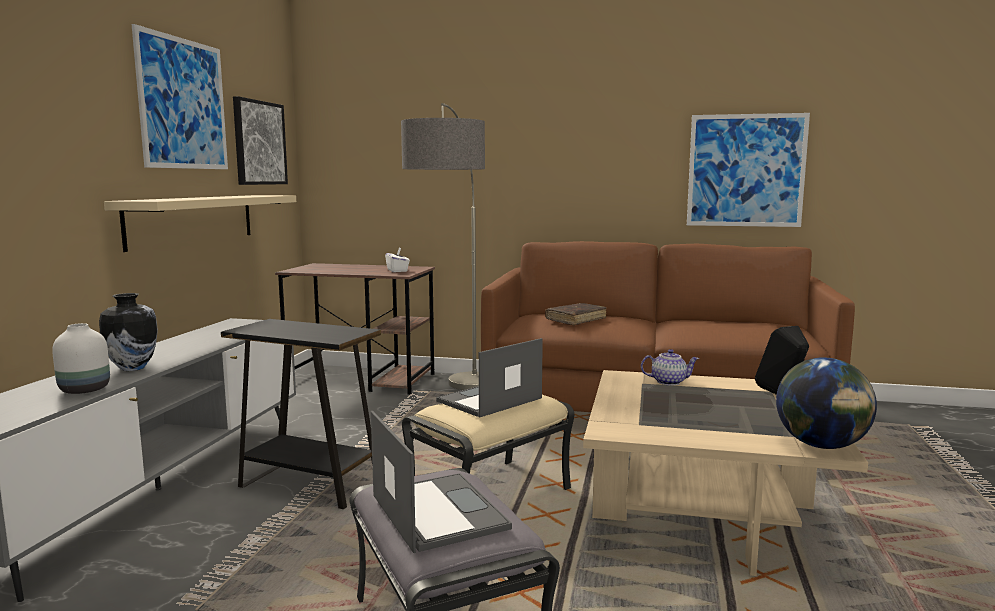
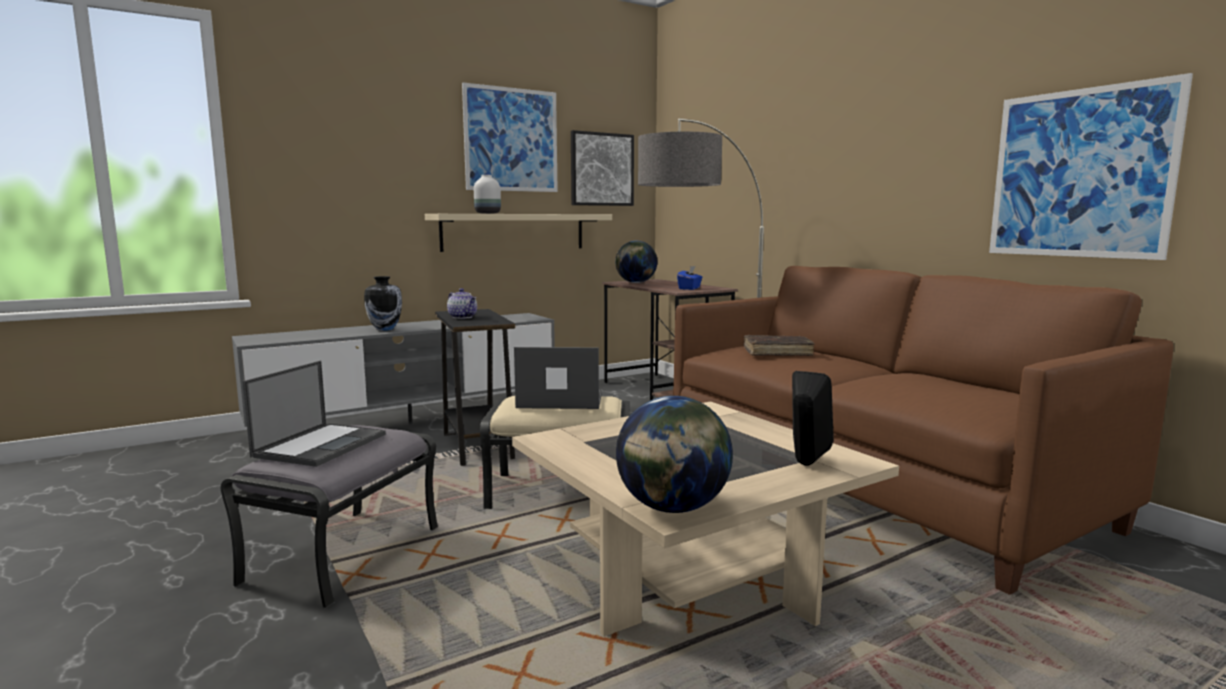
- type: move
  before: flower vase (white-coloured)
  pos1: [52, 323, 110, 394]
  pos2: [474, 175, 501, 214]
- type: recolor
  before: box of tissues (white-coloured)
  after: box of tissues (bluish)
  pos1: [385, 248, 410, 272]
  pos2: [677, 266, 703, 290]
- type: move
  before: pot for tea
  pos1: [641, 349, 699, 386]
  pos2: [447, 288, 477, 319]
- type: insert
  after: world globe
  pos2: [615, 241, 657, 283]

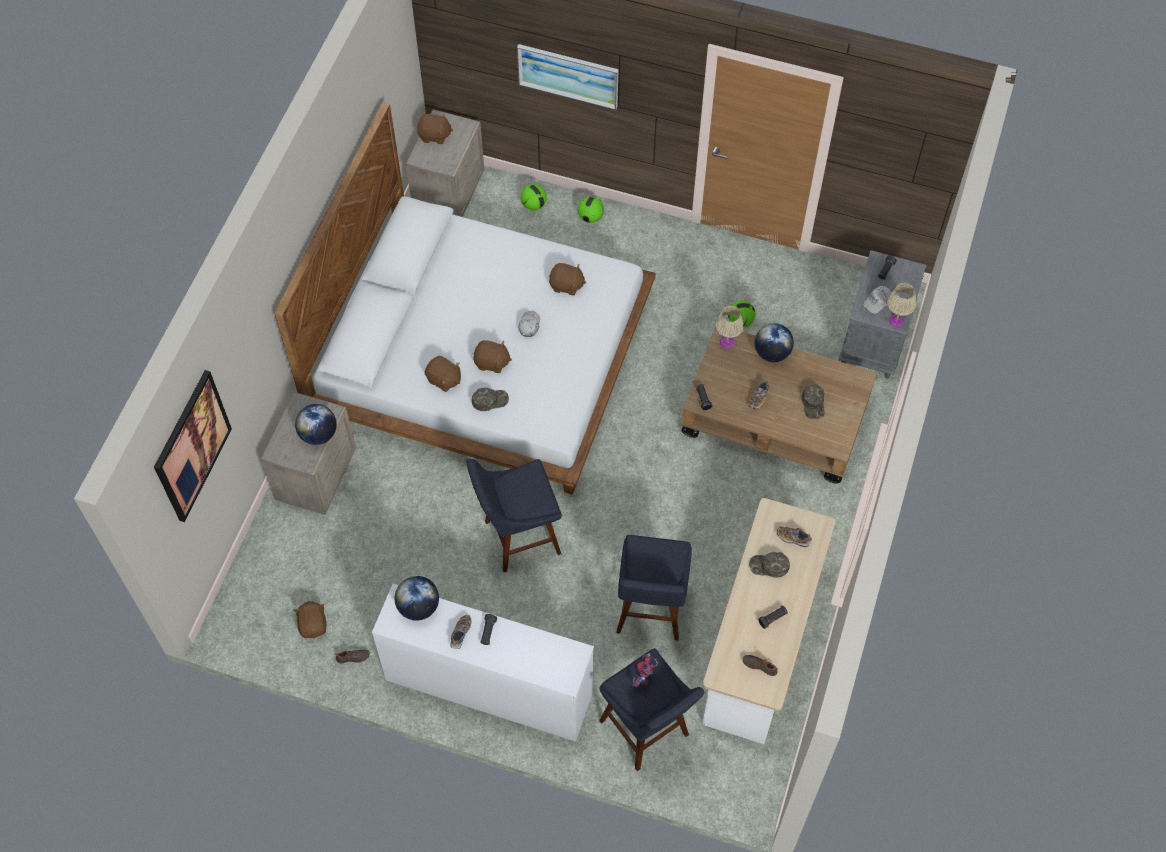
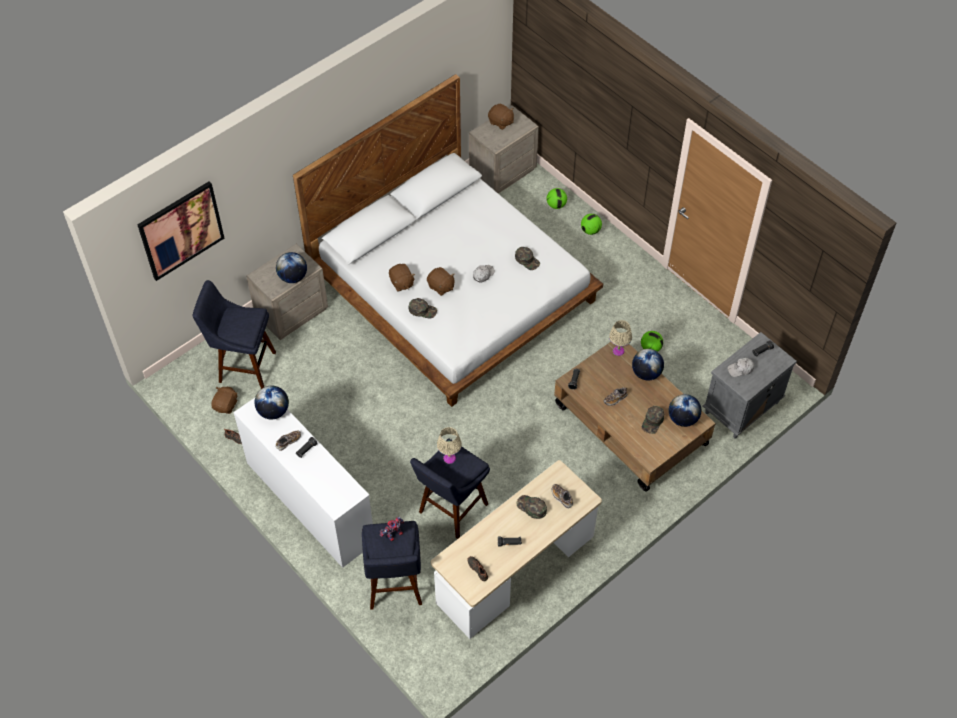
- type: move
  before: sitting stool (bluish)
  pos1: [466, 458, 562, 572]
  pos2: [193, 280, 276, 389]
- type: delete
  before: picture
  pos1: [517, 44, 618, 110]
- type: replace
  before: plush toy (brown-coloured)
  after: baseball cap (green-coloured)
  pos1: [549, 263, 586, 296]
  pos2: [515, 247, 540, 270]
- type: move
  before: lamp for a table (sand-coloured)
  pos1: [887, 283, 916, 327]
  pos2: [437, 427, 462, 464]
- type: insert
  after: world globe
  pos2: [669, 394, 701, 427]

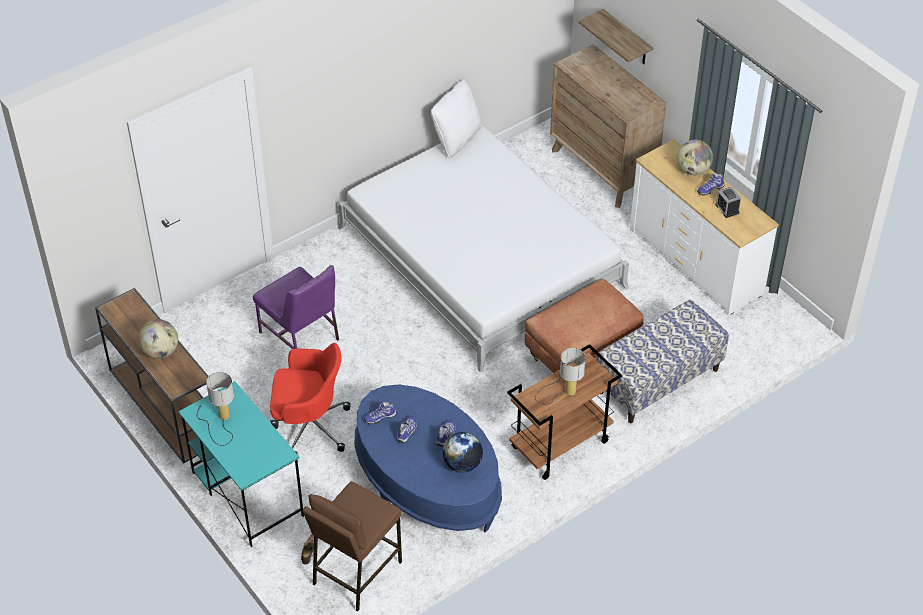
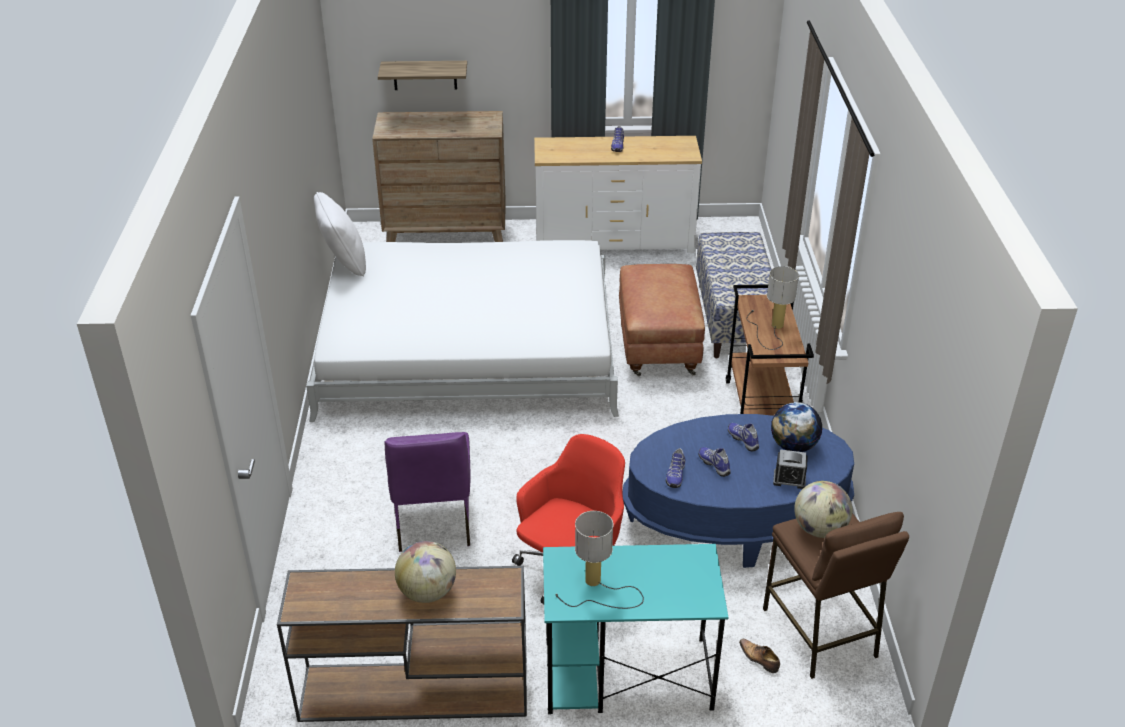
- type: rotate
  before: chair (purple)
  pos1: [253, 265, 339, 349]
  pos2: [385, 432, 471, 552]
  turn: 90
- type: move
  before: world globe
  pos1: [677, 140, 713, 175]
  pos2: [794, 481, 852, 538]
- type: move
  before: table clock
  pos1: [715, 187, 741, 218]
  pos2: [773, 450, 808, 489]

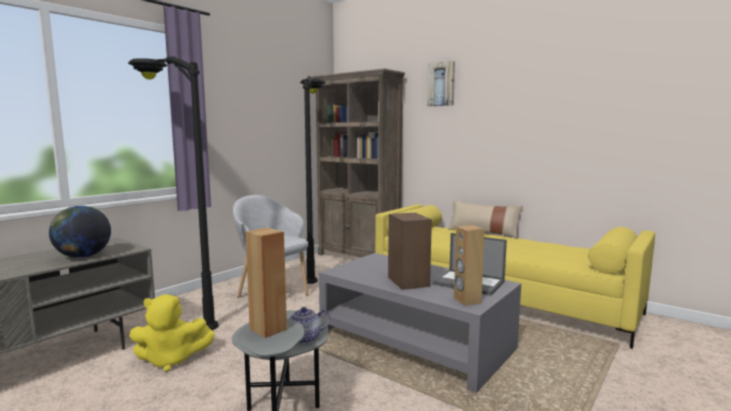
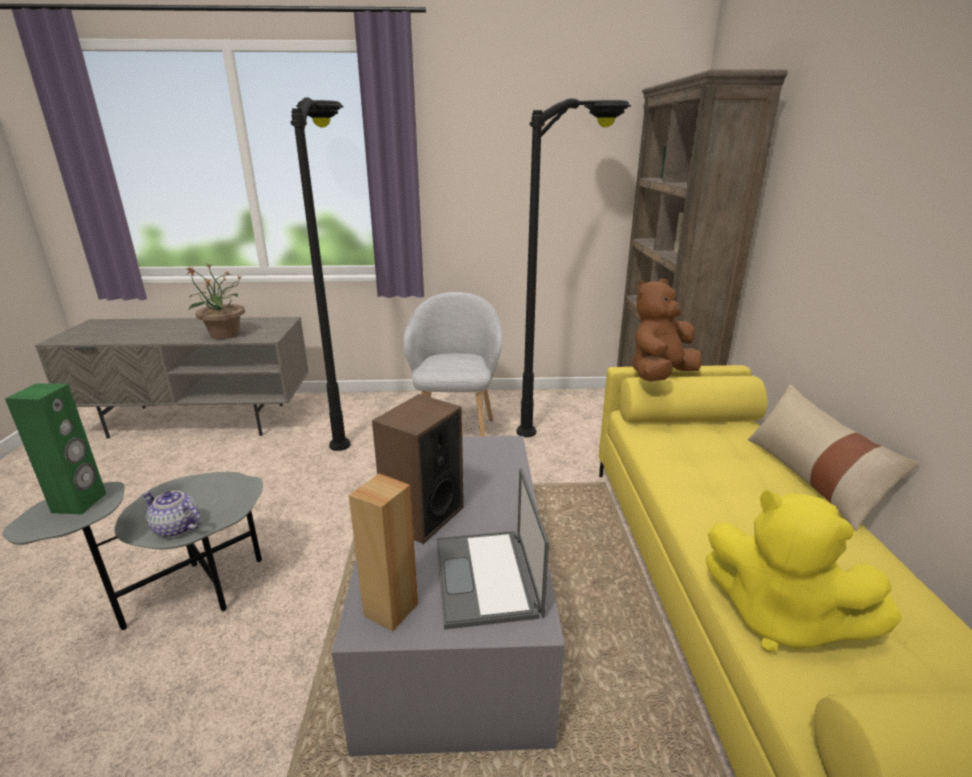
- type: replace
  before: world globe
  after: houseplant
  pos1: [49, 206, 111, 258]
  pos2: [186, 265, 245, 339]
- type: move
  before: plush toy (yellowish)
  pos1: [129, 294, 215, 372]
  pos2: [706, 490, 902, 652]
- type: recolor
  before: speaker (brown-coloured)
  after: speaker (green-coloured)
  pos1: [246, 227, 287, 338]
  pos2: [5, 384, 106, 514]
- type: delete
  before: picture
  pos1: [427, 61, 455, 106]
- type: insert
  after: plush toy (brown-coloured)
  pos2: [632, 278, 701, 382]

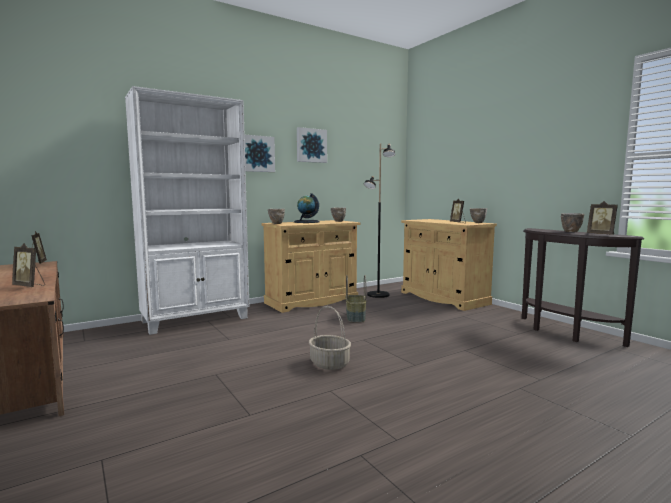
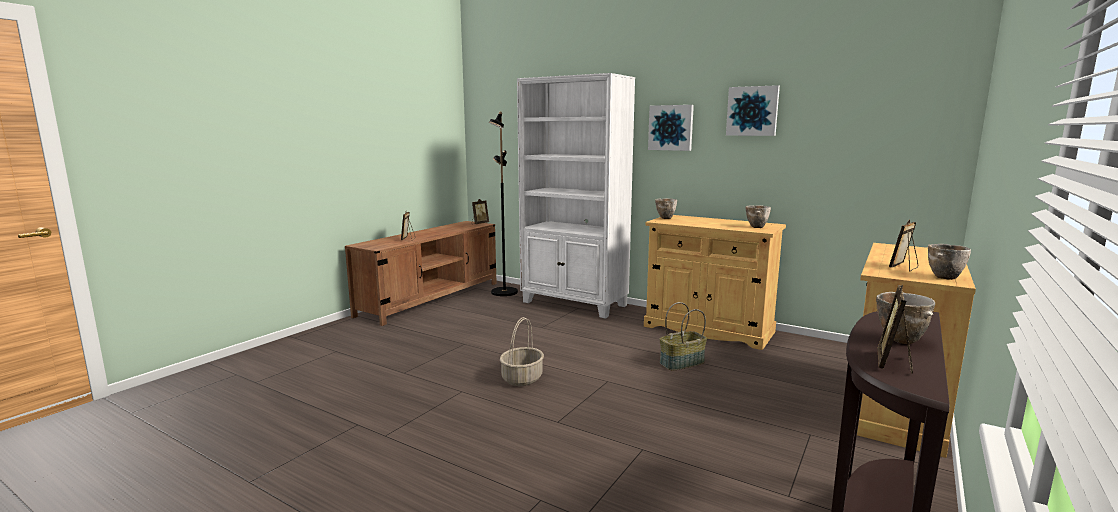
- type: delete
  before: world globe
  pos1: [294, 193, 320, 223]
- type: move
  before: floor lamp (black)
  pos1: [364, 143, 395, 298]
  pos2: [489, 112, 518, 296]

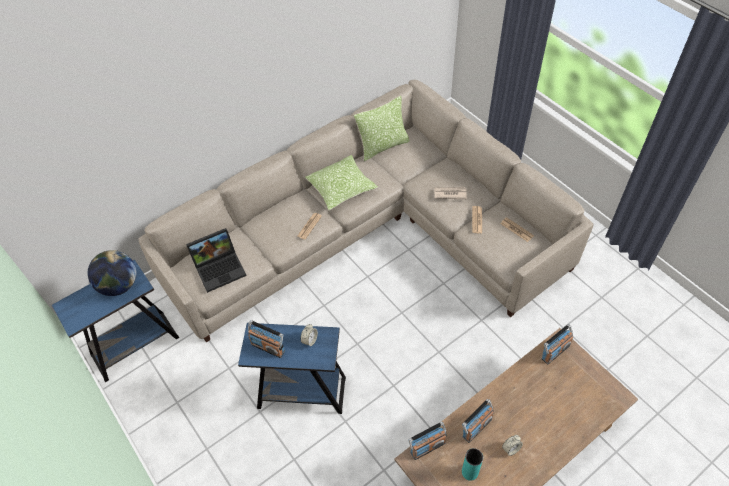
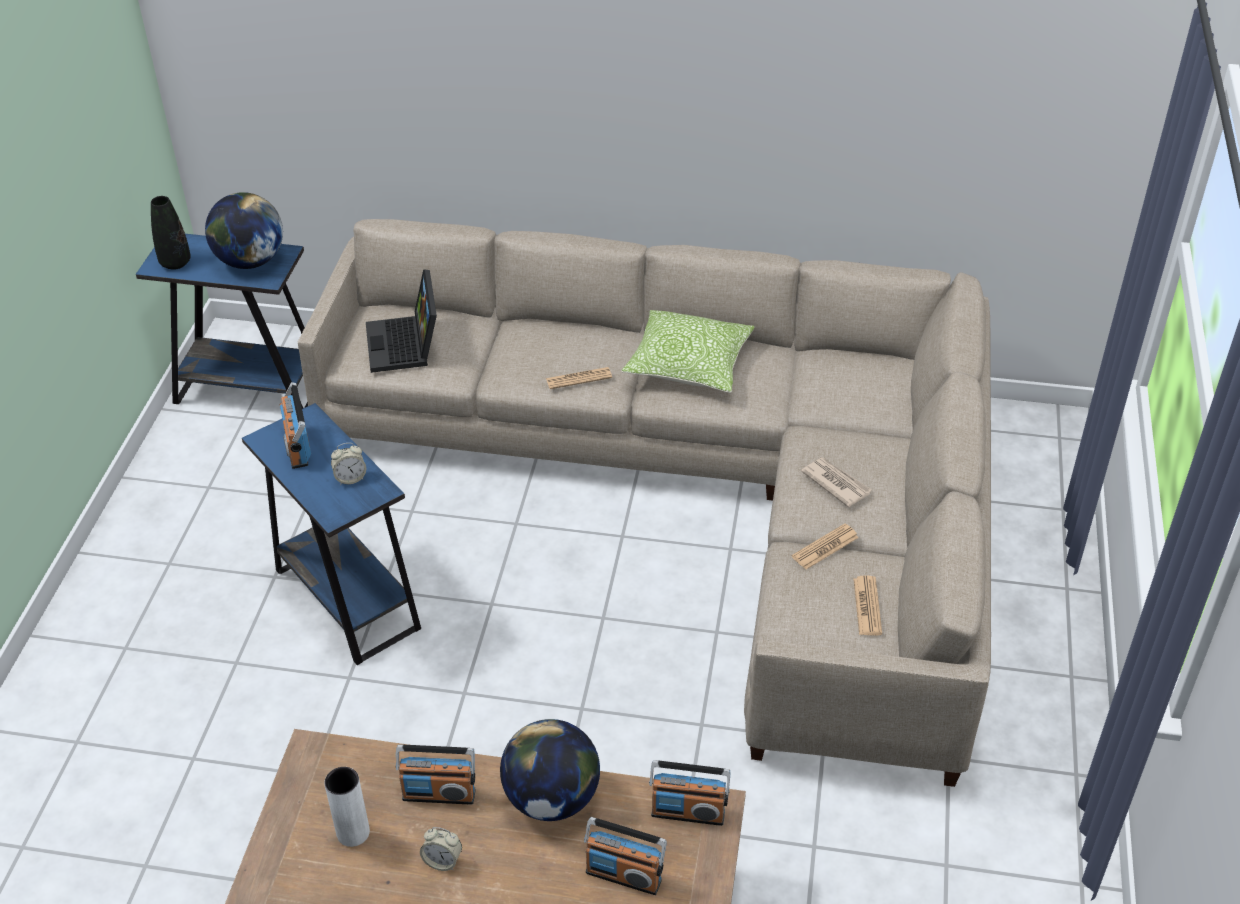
- type: rotate
  before: portable computer
  pos1: [186, 228, 246, 293]
  pos2: [366, 269, 437, 373]
  turn: 60
- type: delete
  before: pillow
  pos1: [354, 96, 410, 161]
- type: move
  before: radio receiver
  pos1: [408, 422, 447, 460]
  pos2: [584, 817, 667, 895]
- type: recolor
  before: flower vase (turquoise)
  after: flower vase (white-coloured)
  pos1: [462, 448, 483, 481]
  pos2: [324, 767, 370, 847]
- type: insert
  after: flower vase (black)
  pos2: [151, 196, 191, 270]
- type: insert
  after: world globe
  pos2: [500, 719, 600, 821]

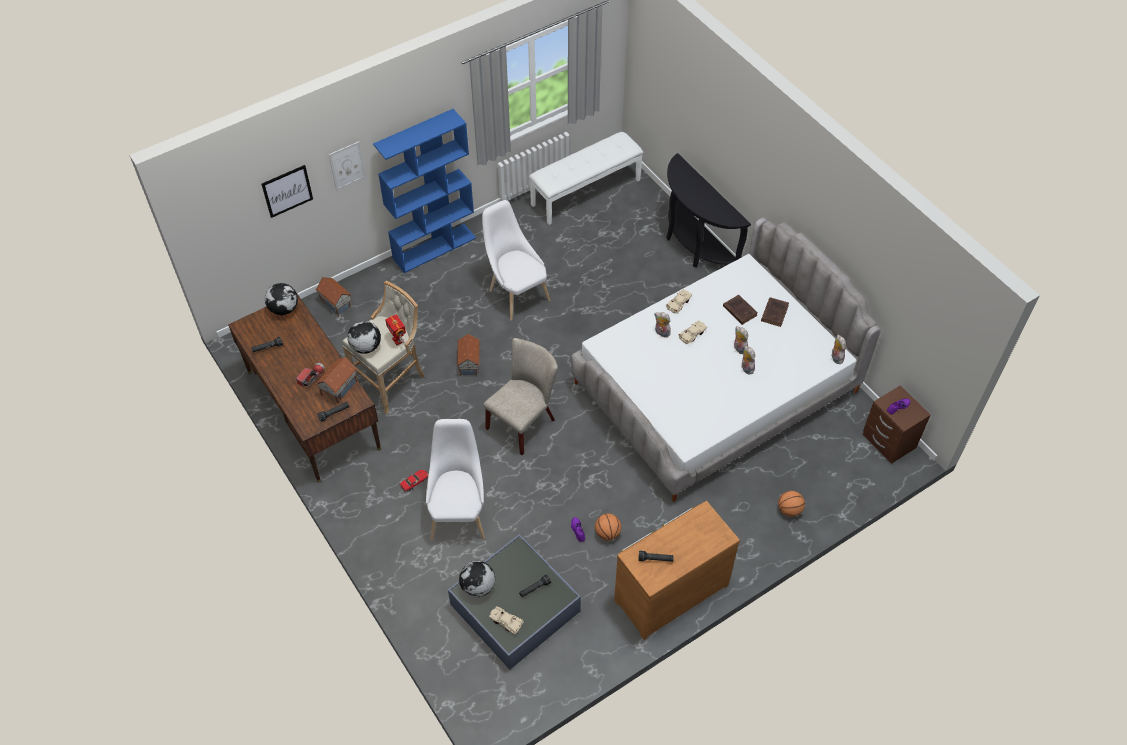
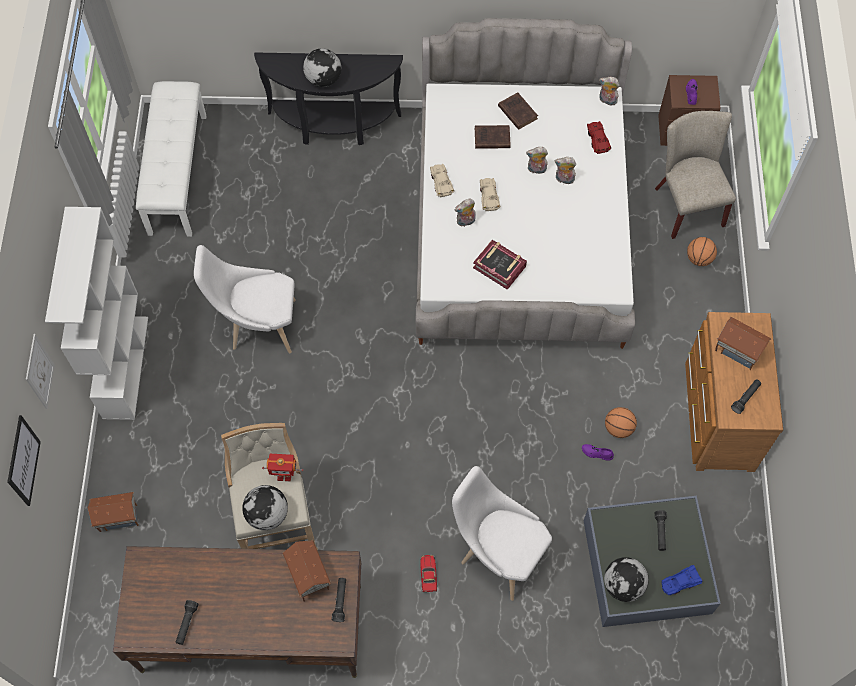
- type: move
  before: world globe
  pos1: [265, 283, 298, 315]
  pos2: [303, 48, 341, 87]
- type: delete
  before: hand torch
  pos1: [296, 363, 325, 387]
- type: recolor
  before: bookshelf (bluish)
  after: bookshelf (white-coloured)
  pos1: [373, 109, 476, 273]
  pos2: [45, 207, 148, 420]
- type: move
  before: toy house
  pos1: [457, 334, 480, 376]
  pos2: [715, 317, 771, 370]
- type: move
  before: chair (sand-coloured)
  pos1: [484, 338, 558, 455]
  pos2: [655, 111, 736, 239]
- type: recolor
  before: model car (sand-coloured)
  after: model car (bluish)
  pos1: [489, 606, 523, 634]
  pos2: [662, 565, 703, 595]
- type: insert
  after: volume
  pos2: [473, 240, 527, 290]
- type: insert
  after: model car (reddish)
  pos2: [587, 121, 611, 154]

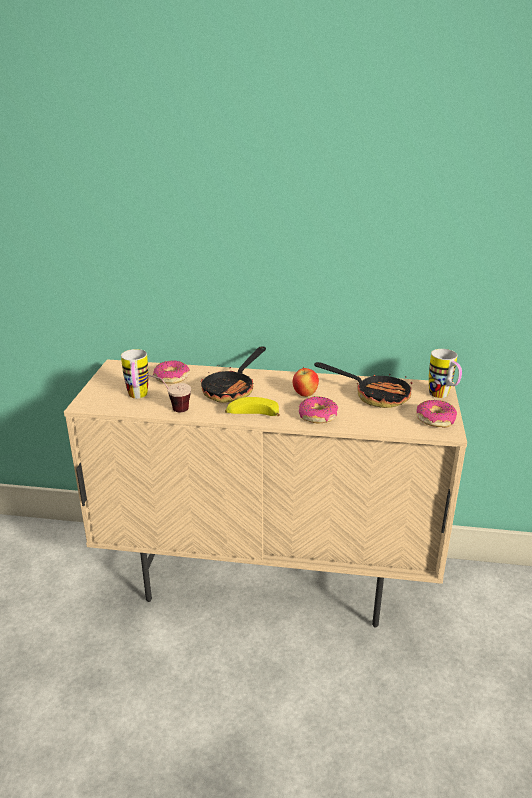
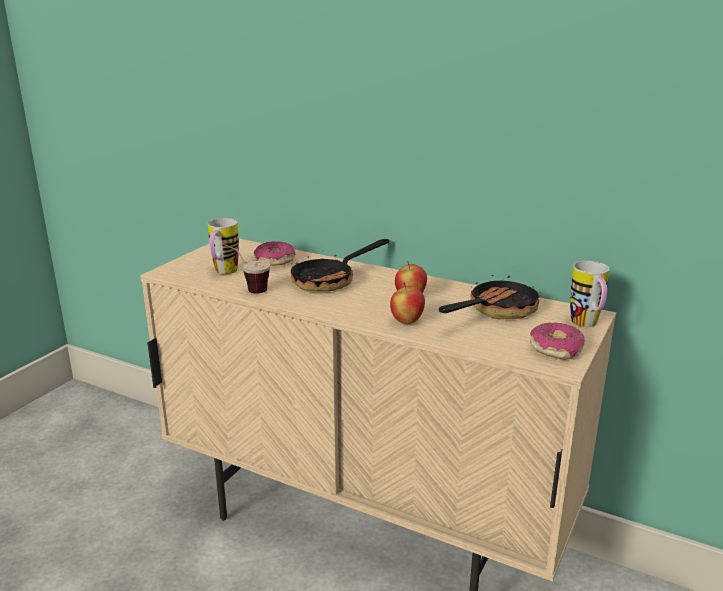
- type: delete
  before: banana fruit
  pos1: [225, 397, 280, 416]
- type: replace
  before: doughnut
  after: apple
  pos1: [299, 396, 338, 424]
  pos2: [390, 282, 425, 324]
- type: rotate
  before: frying pan
  pos1: [314, 362, 412, 408]
  pos2: [439, 267, 541, 319]
  turn: -90

